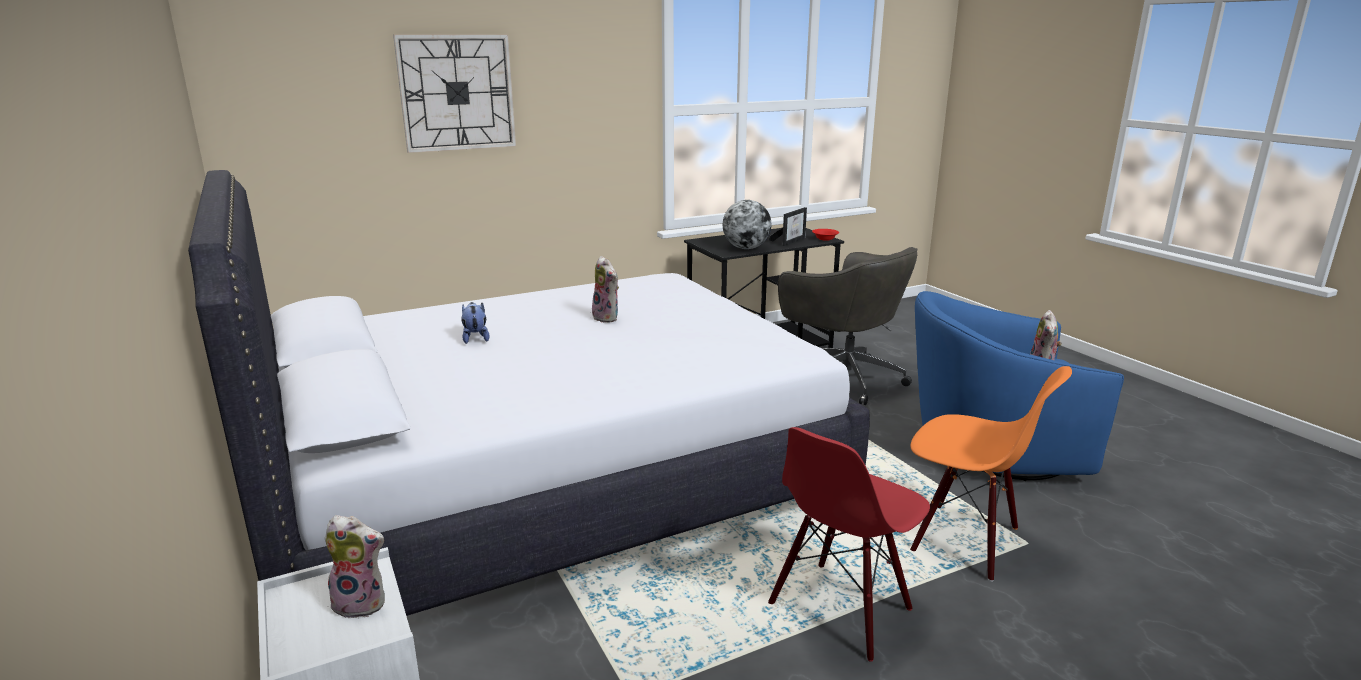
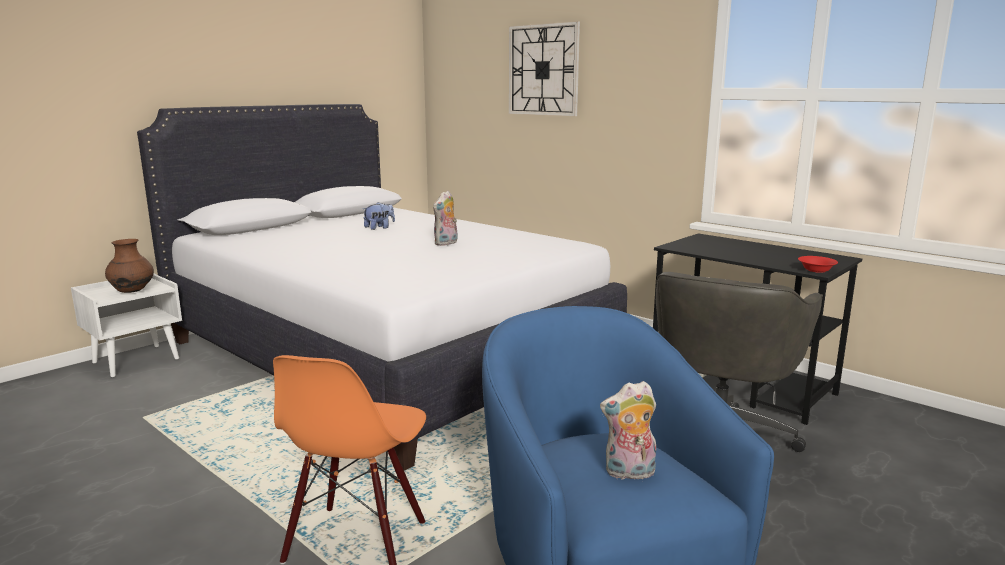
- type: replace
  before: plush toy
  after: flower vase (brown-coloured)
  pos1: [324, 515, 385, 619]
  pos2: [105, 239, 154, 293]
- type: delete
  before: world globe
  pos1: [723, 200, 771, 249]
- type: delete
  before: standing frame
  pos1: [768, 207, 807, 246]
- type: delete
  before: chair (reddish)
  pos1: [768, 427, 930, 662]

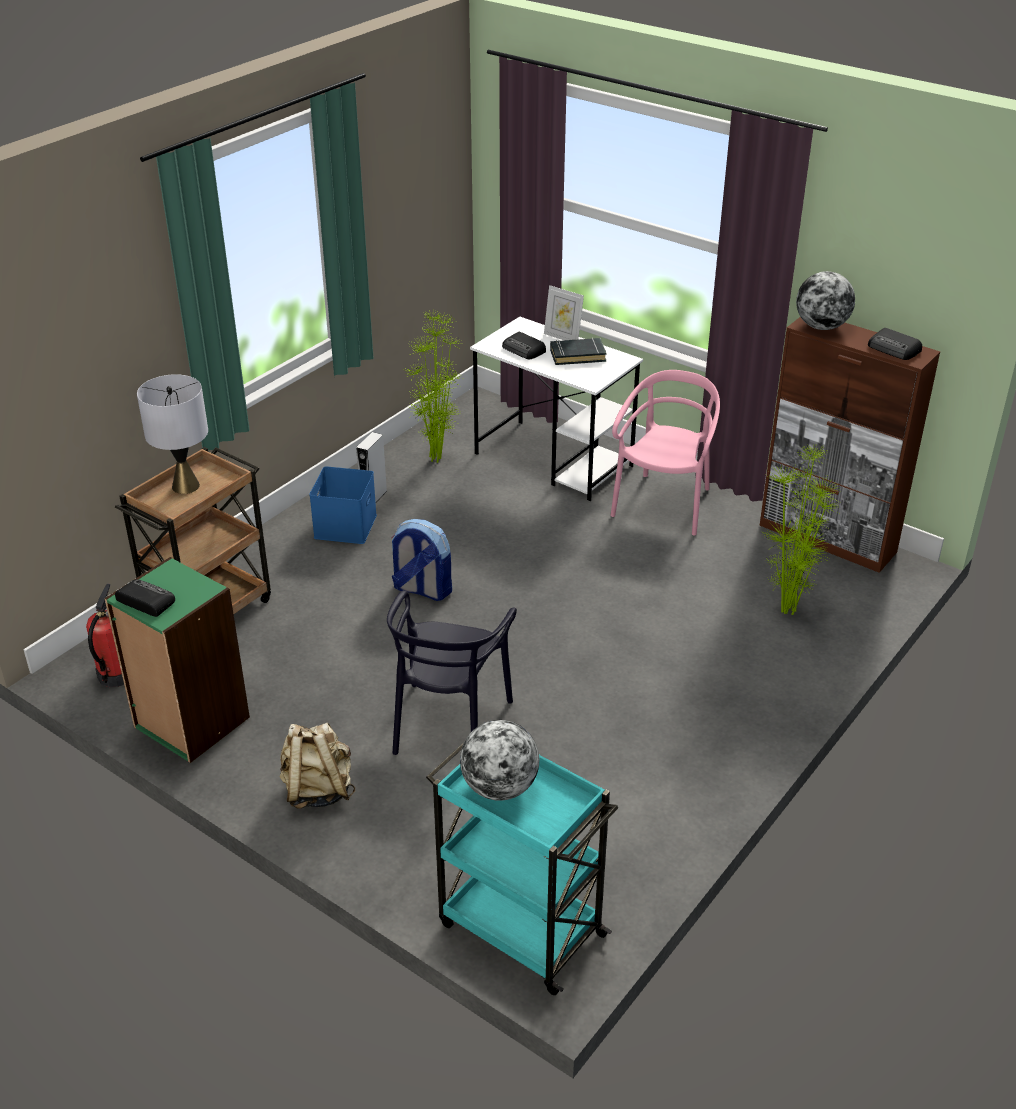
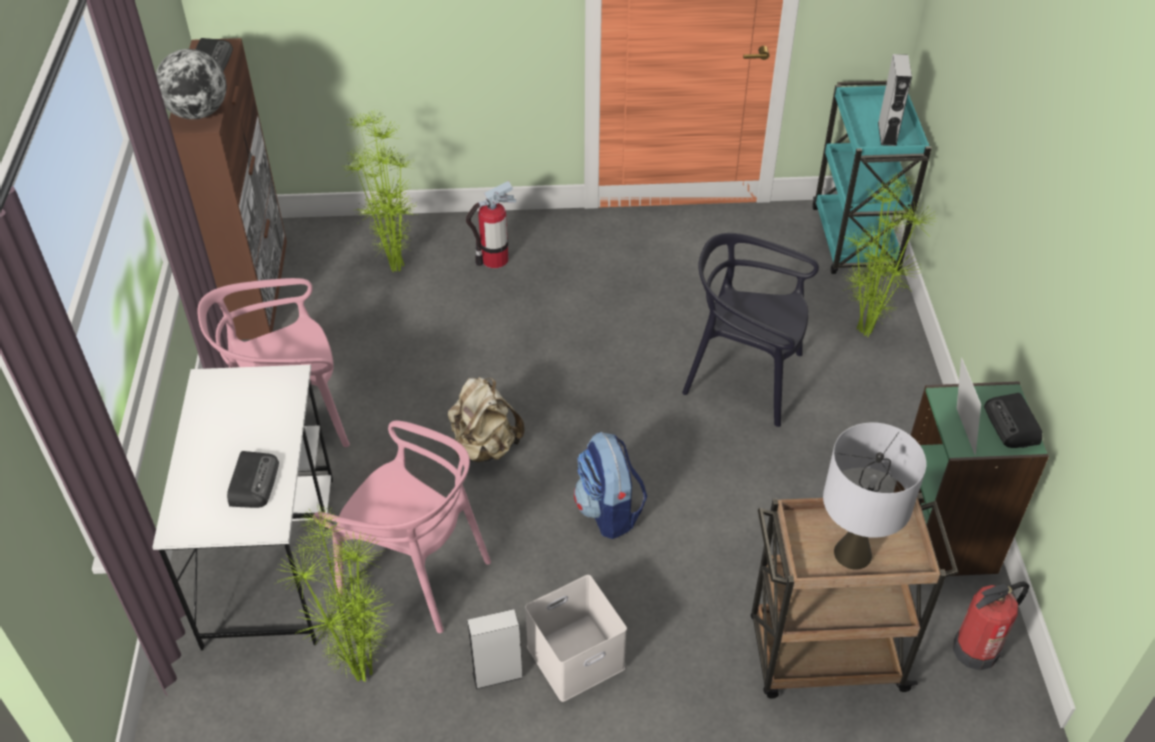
- type: move
  before: rucksack (sand-coloured)
  pos1: [279, 723, 355, 809]
  pos2: [448, 377, 524, 462]
- type: recolor
  before: storage box (bluish)
  after: storage box (white-coloured)
  pos1: [309, 466, 377, 544]
  pos2: [525, 575, 627, 702]
- type: rotate
  before: chair (black)
  pos1: [387, 590, 517, 755]
  pos2: [682, 233, 819, 427]
  turn: -135
- type: replace
  before: world globe
  after: speaker (gray)
  pos1: [460, 720, 539, 801]
  pos2: [878, 54, 912, 146]
- type: move
  before: standing frame
  pos1: [544, 285, 584, 340]
  pos2: [957, 357, 981, 455]
- type: delete
  before: volume (black)
  pos1: [550, 338, 607, 365]
- type: insert
  after: chair (pink)
  pos2: [313, 420, 491, 633]
- type: insert
  after: fire-fighting cylinder
  pos2: [466, 181, 516, 268]
- type: insert
  after: houseplant
  pos2: [842, 172, 937, 337]

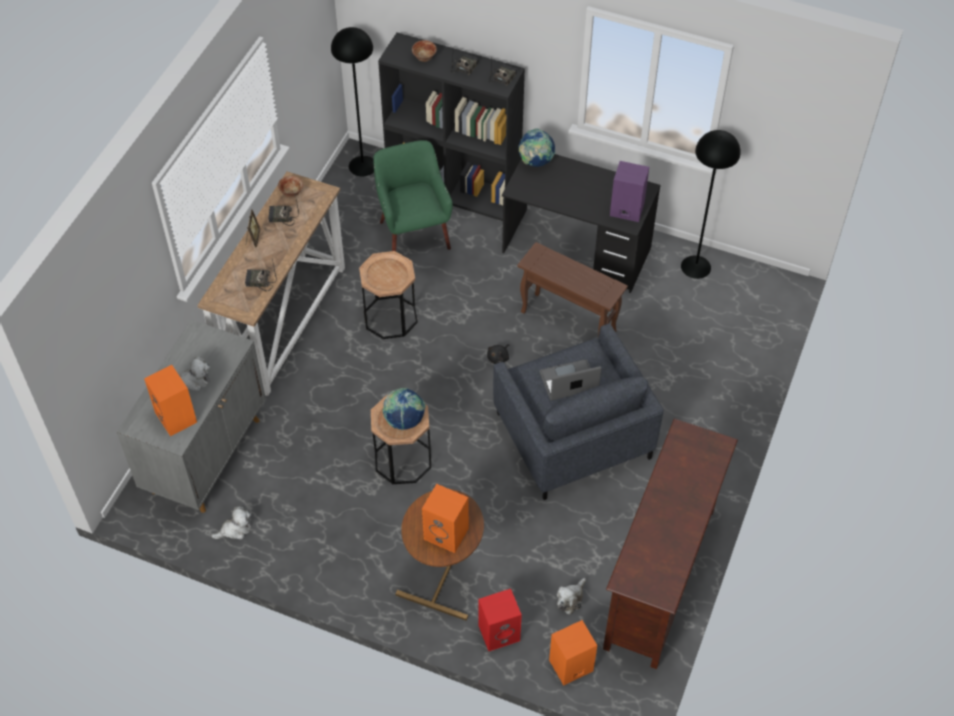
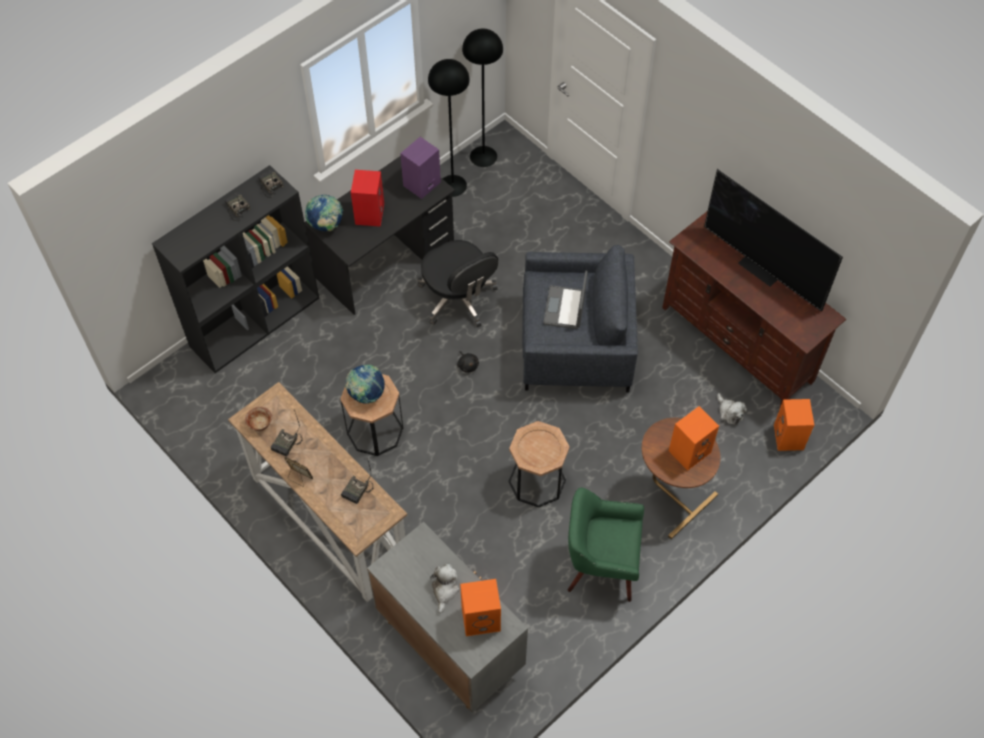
- type: delete
  before: plush toy
  pos1: [211, 506, 251, 540]
- type: move
  before: floor lamp (black)
  pos1: [331, 27, 374, 177]
  pos2: [462, 28, 503, 167]
- type: move
  before: easy chair (green-coloured)
  pos1: [373, 140, 453, 251]
  pos2: [568, 488, 644, 602]
- type: move
  before: world globe
  pos1: [383, 388, 426, 430]
  pos2: [345, 365, 385, 404]
- type: delete
  before: bowl
  pos1: [412, 40, 437, 62]
- type: move
  before: speaker (reddish)
  pos1: [478, 589, 522, 651]
  pos2: [351, 170, 384, 227]
- type: replace
  before: accent table (brown-coloured)
  after: desk chair (black)
  pos1: [517, 242, 628, 333]
  pos2: [418, 240, 498, 327]
- type: insert
  after: TV
  pos2: [704, 169, 843, 311]

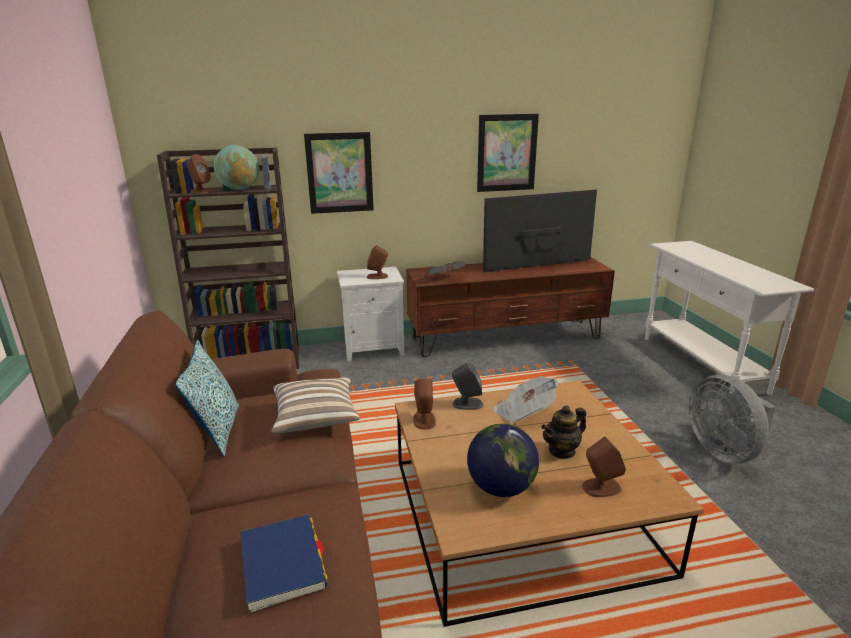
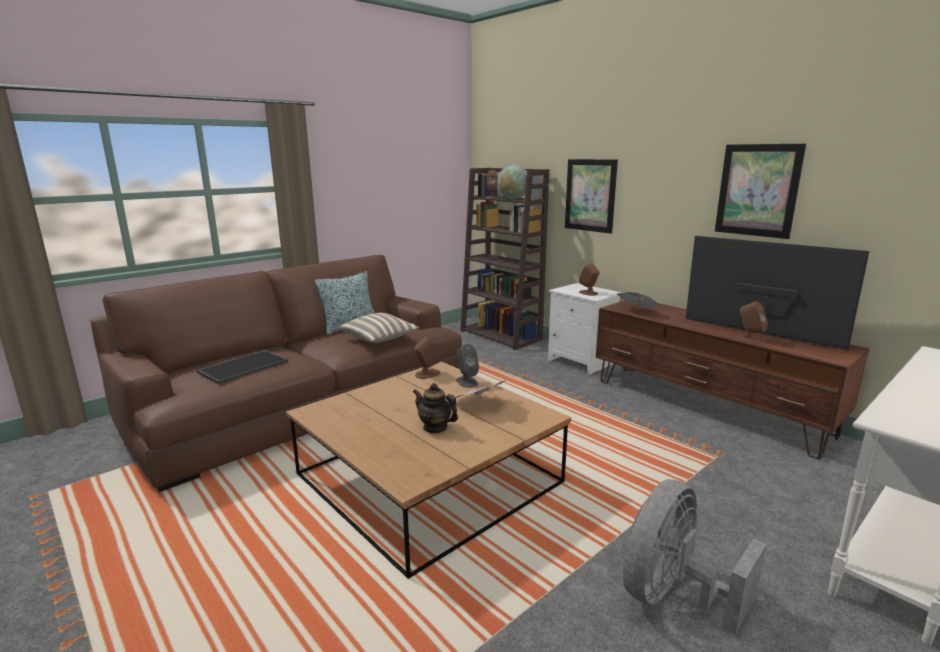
- type: replace
  before: volume (bluish)
  after: carrying tray
  pos1: [241, 514, 328, 613]
  pos2: [196, 350, 288, 384]
- type: delete
  before: world globe
  pos1: [467, 424, 539, 497]
- type: move
  before: speaker (brown-coloured)
  pos1: [582, 436, 626, 497]
  pos2: [736, 301, 768, 344]

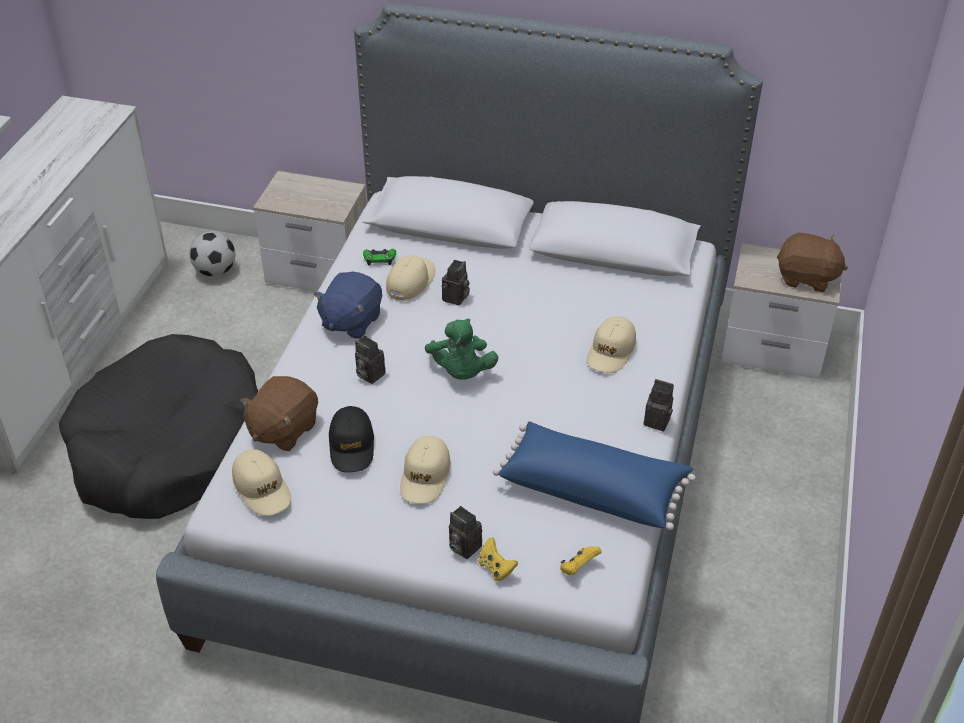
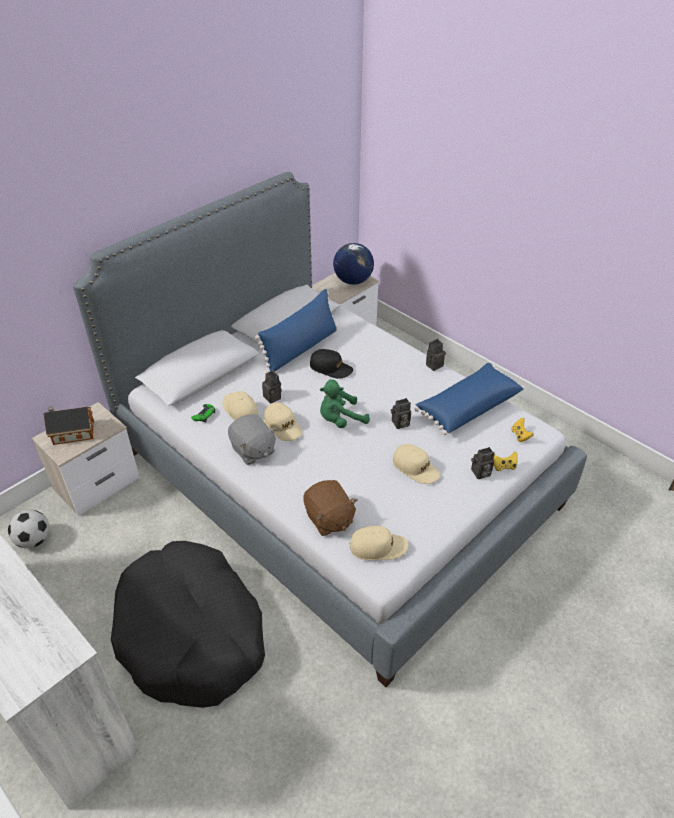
- type: recolor
  before: plush toy (bluish)
  after: plush toy (gray)
  pos1: [313, 272, 382, 339]
  pos2: [228, 414, 277, 465]
- type: move
  before: baseball cap (black)
  pos1: [329, 406, 374, 472]
  pos2: [310, 349, 353, 379]
- type: move
  before: still camera
  pos1: [355, 336, 385, 384]
  pos2: [391, 398, 411, 429]
- type: rotate
  before: plush toy (green-coloured)
  pos1: [425, 318, 498, 380]
  pos2: [319, 380, 370, 428]
  turn: 135
- type: move
  before: baseball cap (sand-coloured)
  pos1: [587, 316, 636, 373]
  pos2: [264, 402, 302, 441]
- type: replace
  before: plush toy (brown-coloured)
  after: world globe
  pos1: [777, 233, 848, 292]
  pos2: [333, 243, 374, 285]
- type: insert
  after: toy house
  pos2: [44, 406, 94, 445]
- type: insert
  after: pillow (bluish)
  pos2: [255, 289, 338, 373]

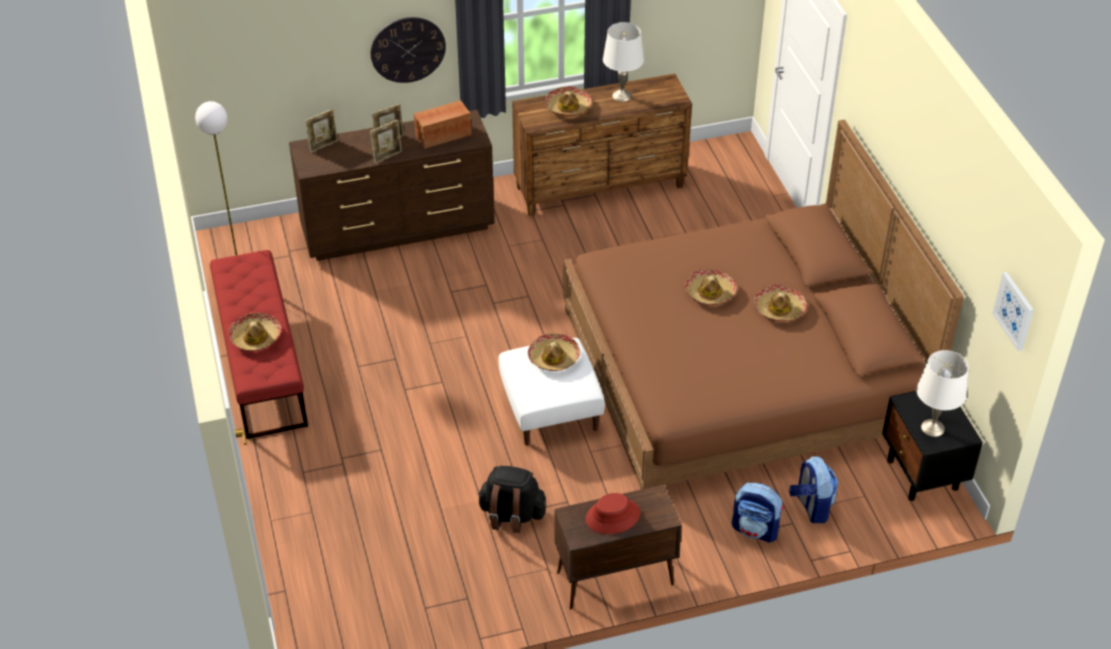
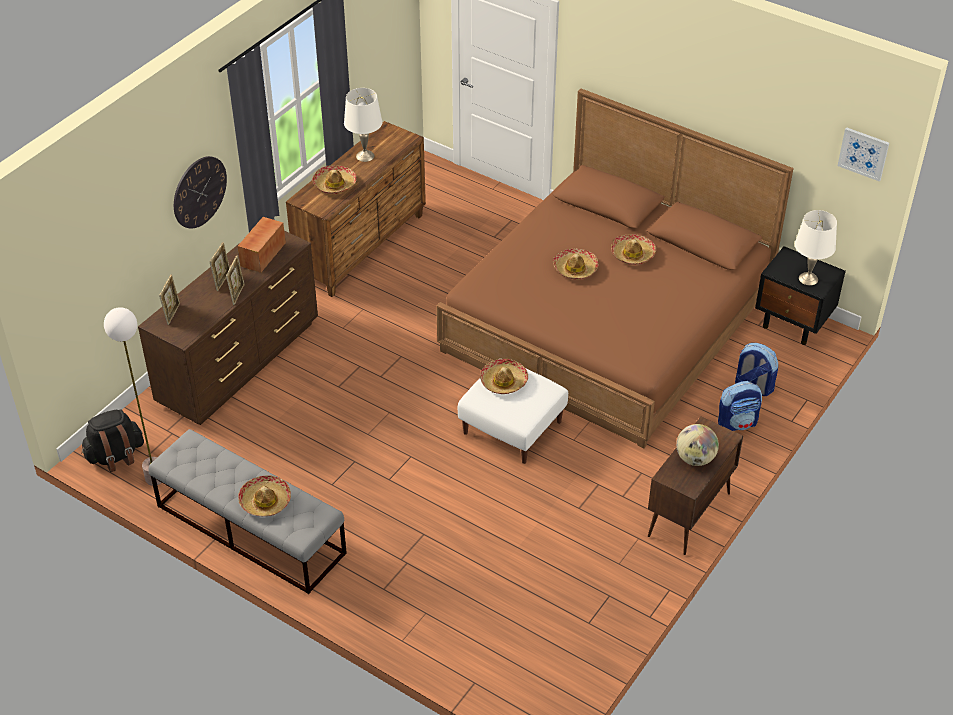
- type: recolor
  before: long seat (reddish)
  after: long seat (gray)
  pos1: [210, 250, 308, 439]
  pos2: [149, 429, 347, 594]
- type: move
  before: rucksack (black)
  pos1: [477, 466, 546, 533]
  pos2: [81, 409, 144, 472]
- type: replace
  before: clothing hat (reddish)
  after: world globe
  pos1: [586, 493, 640, 534]
  pos2: [676, 424, 719, 466]

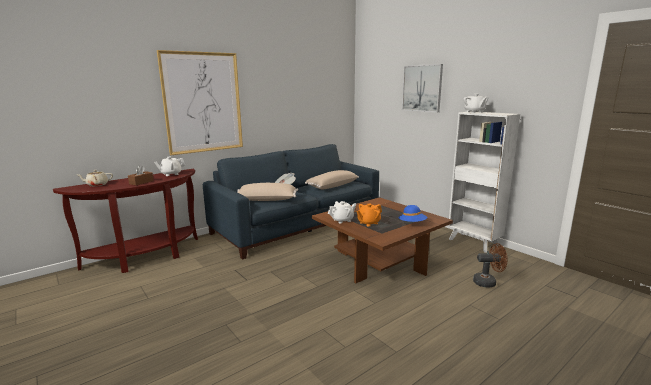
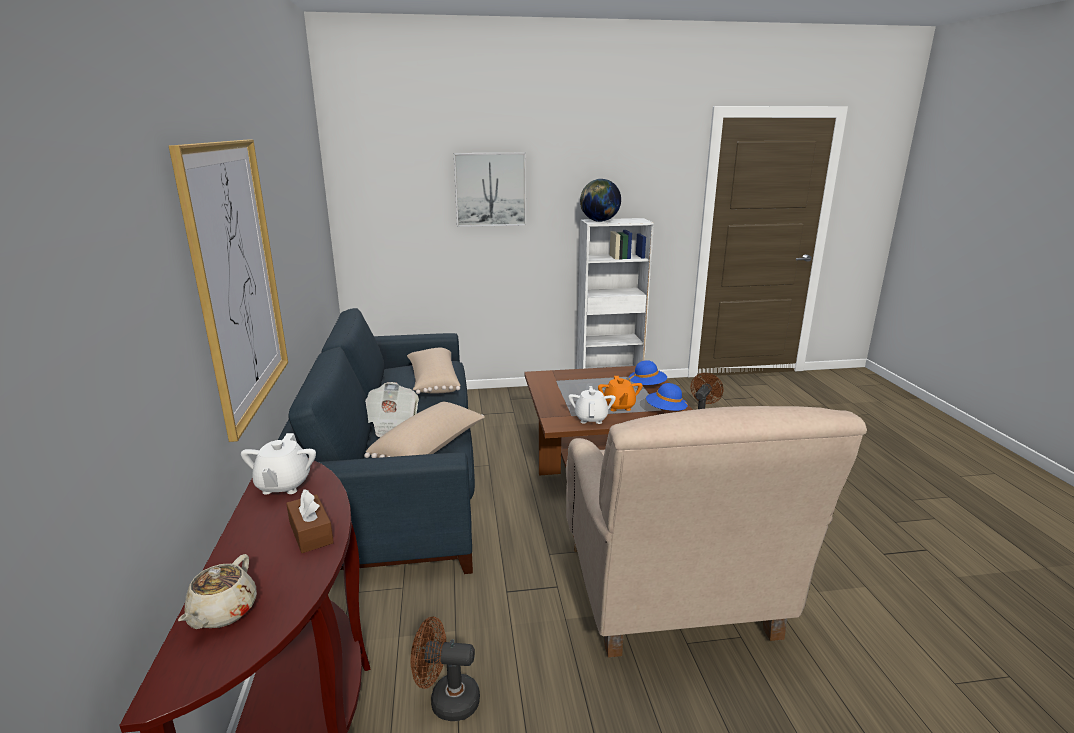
- type: replace
  before: pot for tea (white-coloured)
  after: world globe
  pos1: [464, 94, 488, 113]
  pos2: [580, 179, 621, 222]
- type: insert
  after: cooling fan (brown-coloured)
  pos2: [411, 617, 480, 721]
- type: insert
  after: easy chair (sand-coloured)
  pos2: [566, 406, 867, 658]
- type: insert
  after: clothing hat (bluish)
  pos2: [646, 383, 688, 411]

